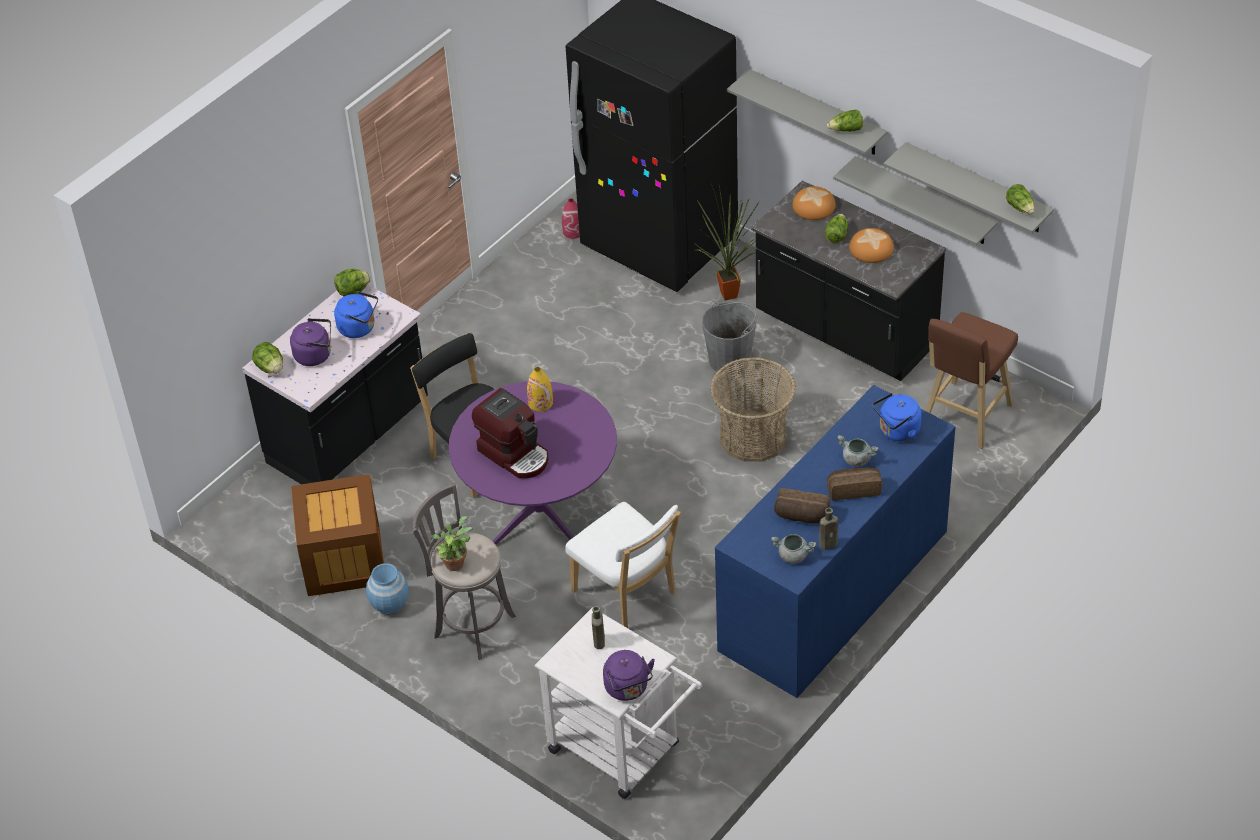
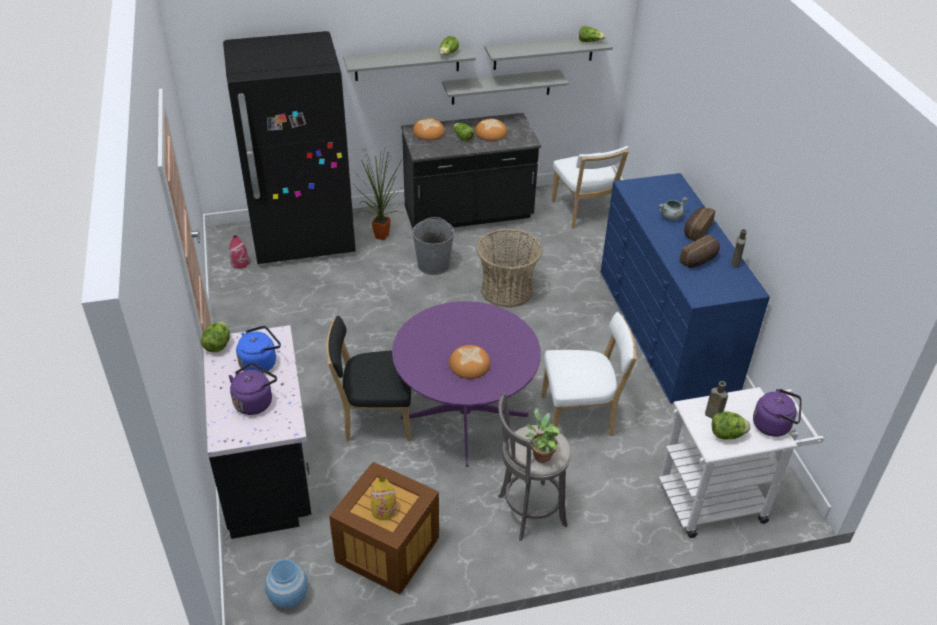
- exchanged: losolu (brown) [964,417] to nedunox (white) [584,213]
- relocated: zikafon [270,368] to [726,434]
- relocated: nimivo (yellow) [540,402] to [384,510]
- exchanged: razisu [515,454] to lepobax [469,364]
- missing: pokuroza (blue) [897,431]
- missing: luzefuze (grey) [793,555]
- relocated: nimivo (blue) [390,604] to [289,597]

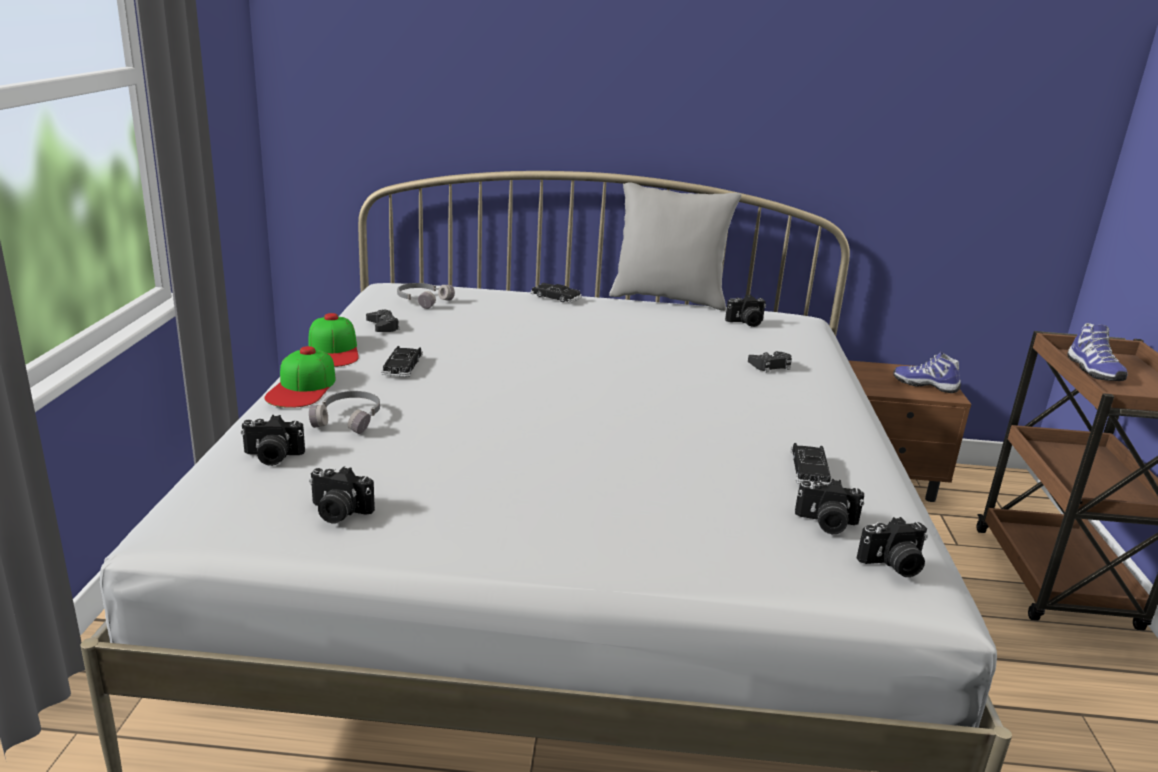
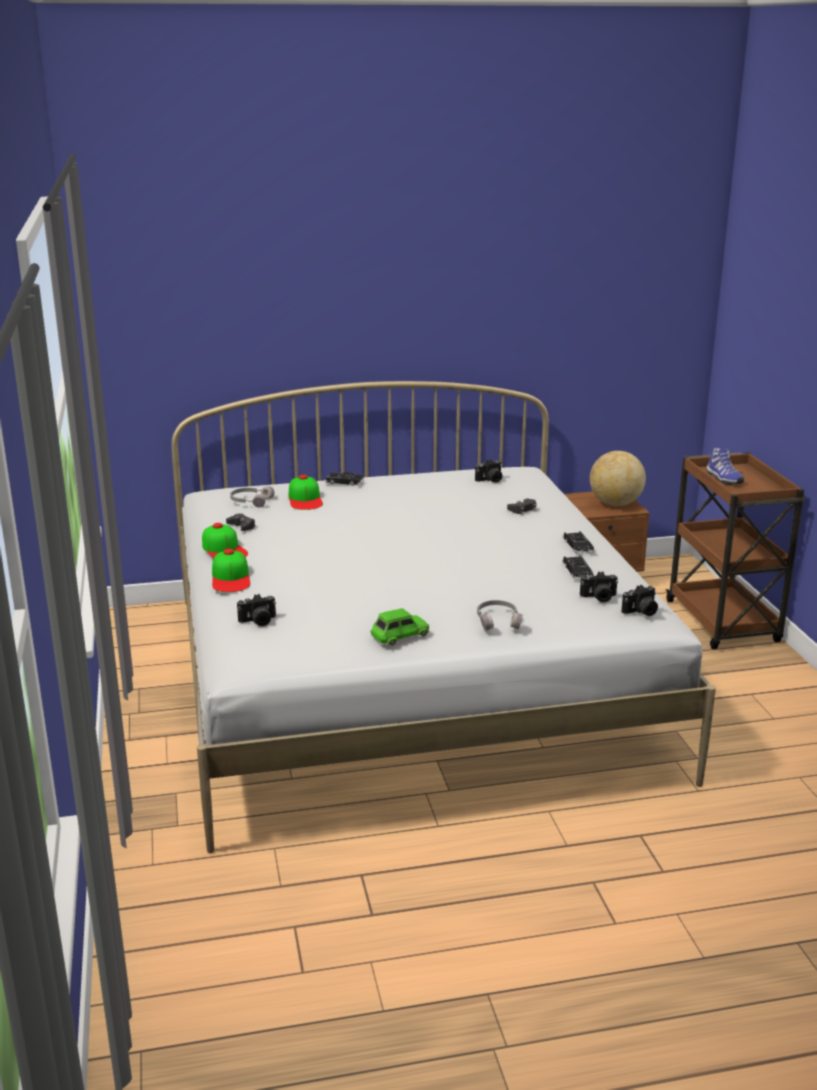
- missing: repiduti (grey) [668,299]
- relocated: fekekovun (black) [402,366] to [578,546]
- exchanged: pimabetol [925,385] to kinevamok [615,504]
- relocated: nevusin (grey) [349,419] to [498,621]
- missing: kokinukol [338,512]
- appeared: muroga [305,499]
- appeared: fekekovun (green) [399,635]

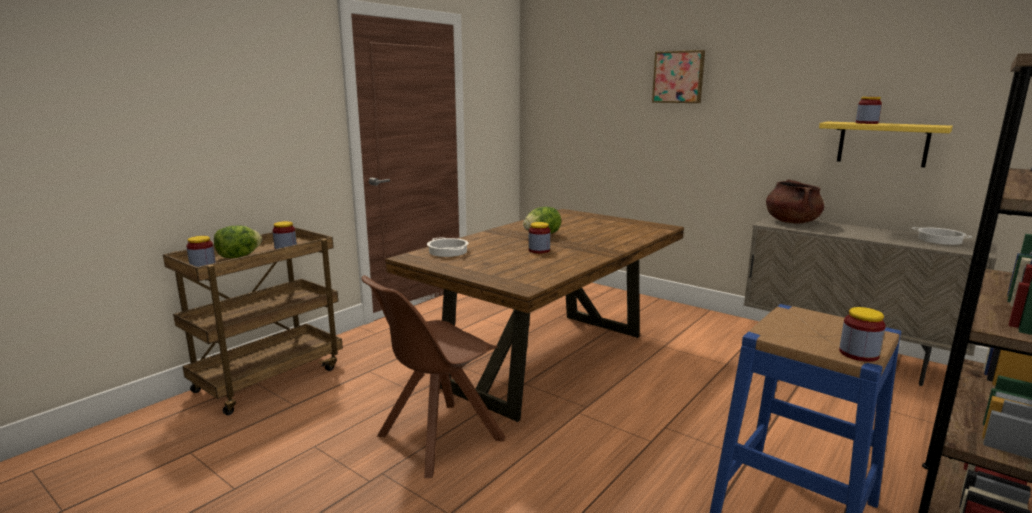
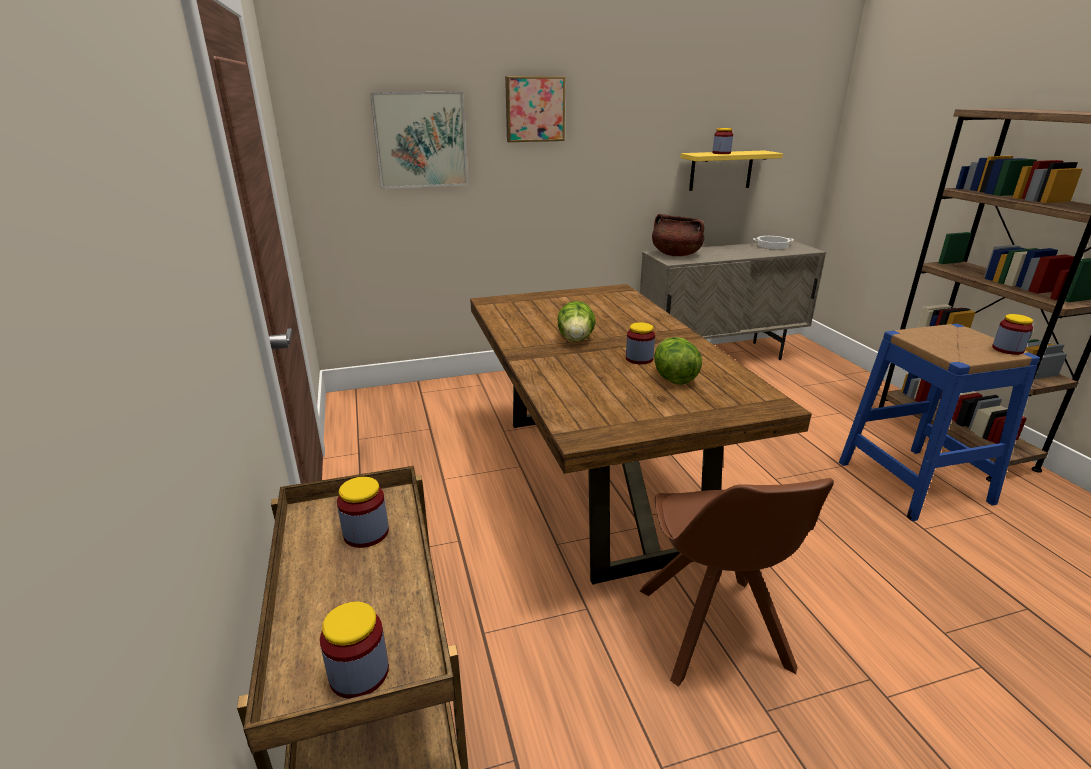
- relocated: zikafon [239,256] to [674,378]
- missing: luzefuze [448,251]
- appeared: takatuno [421,140]

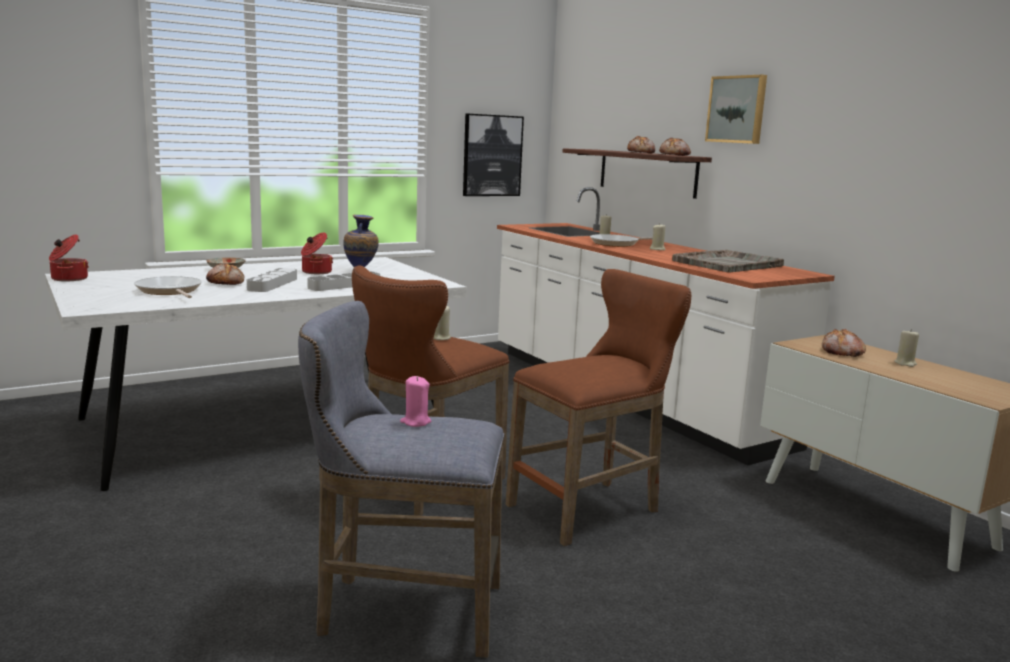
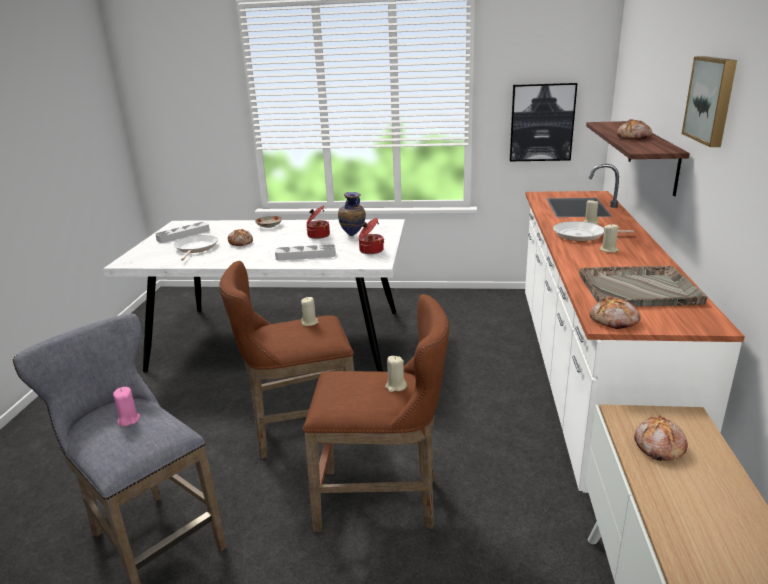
- relocated: lepobax [675,155] to [614,321]
- relocated: luzefuze [68,279] to [370,250]
- relocated: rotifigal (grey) [273,284] to [183,235]
- relocated: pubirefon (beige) [905,363] to [395,386]

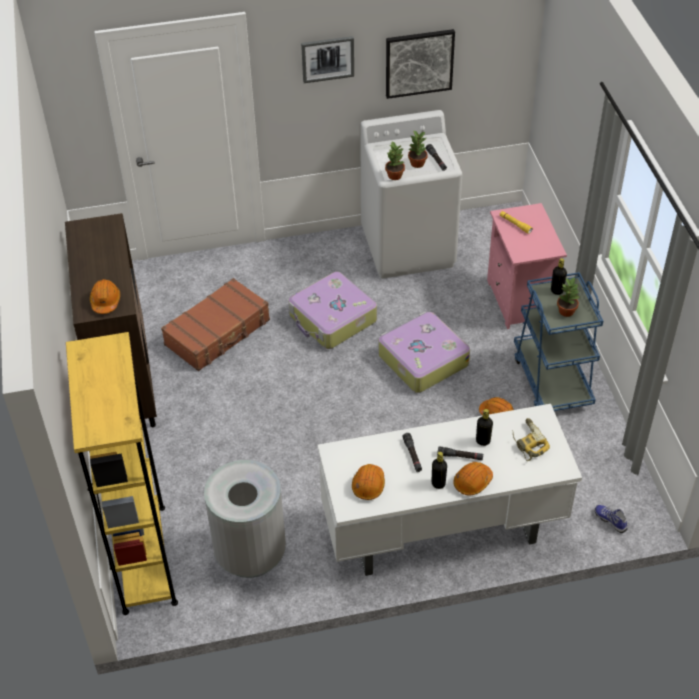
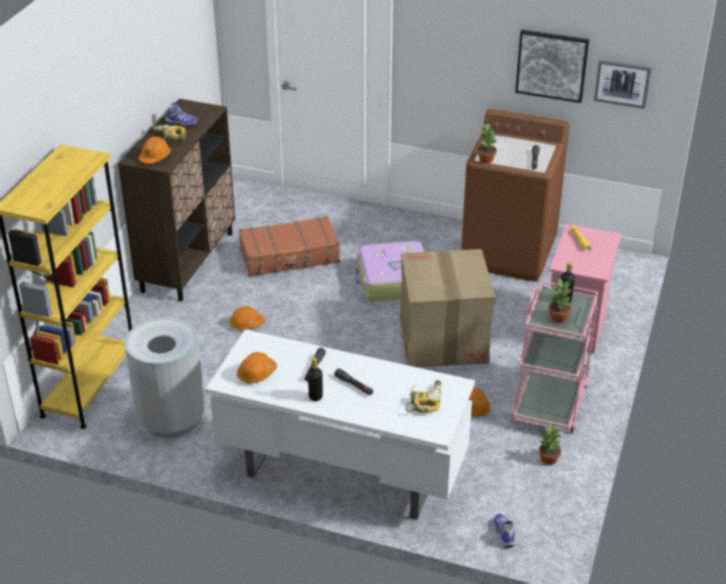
- relocated: takatuno [327,58] to [622,83]
- colour: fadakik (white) [408,247] to fadakik (brown) [509,253]
- relocated: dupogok [417,163] to [548,459]
- colour: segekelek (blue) [552,379] to segekelek (pink) [550,401]
- exchanged: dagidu [422,360] to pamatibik [443,340]
- missing: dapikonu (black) [483,441]
- relocated: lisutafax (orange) [472,482] to [246,324]
- appeared: pimabetol [182,123]
- appeared: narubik [167,137]

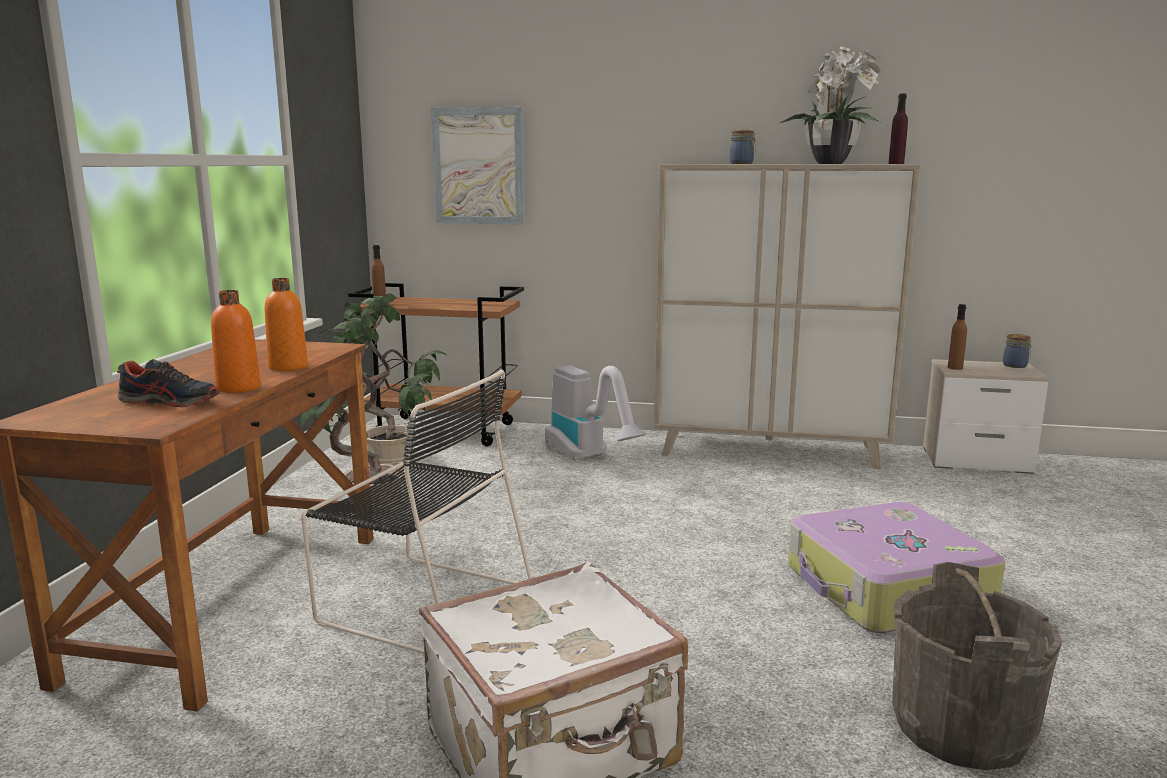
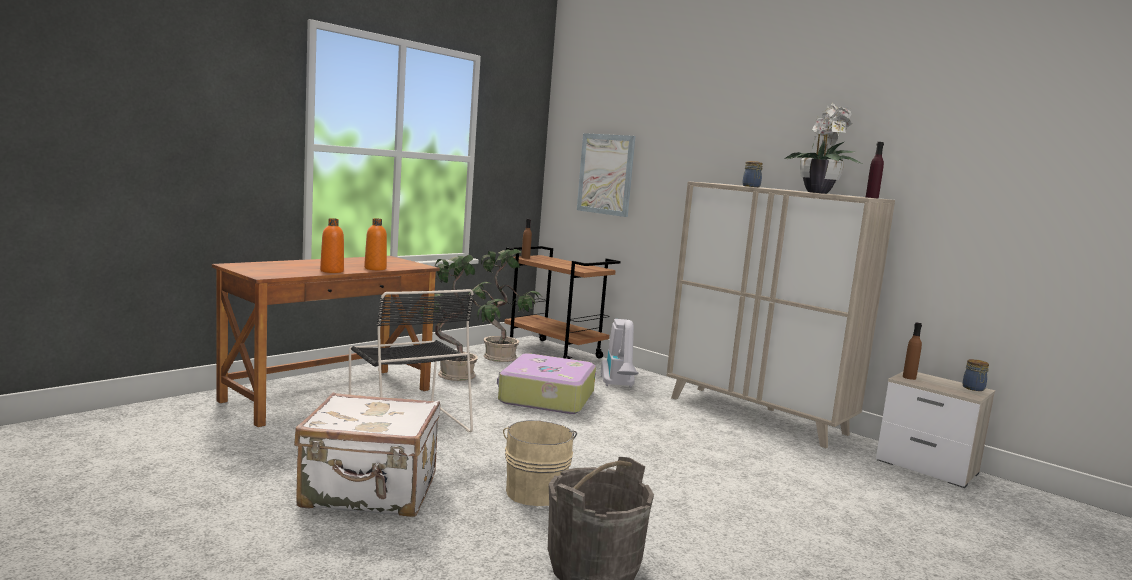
- missing: pimabetol [170,402]
- relocated: dagidu [886,589] to [545,397]
- appeared: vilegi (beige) [536,491]

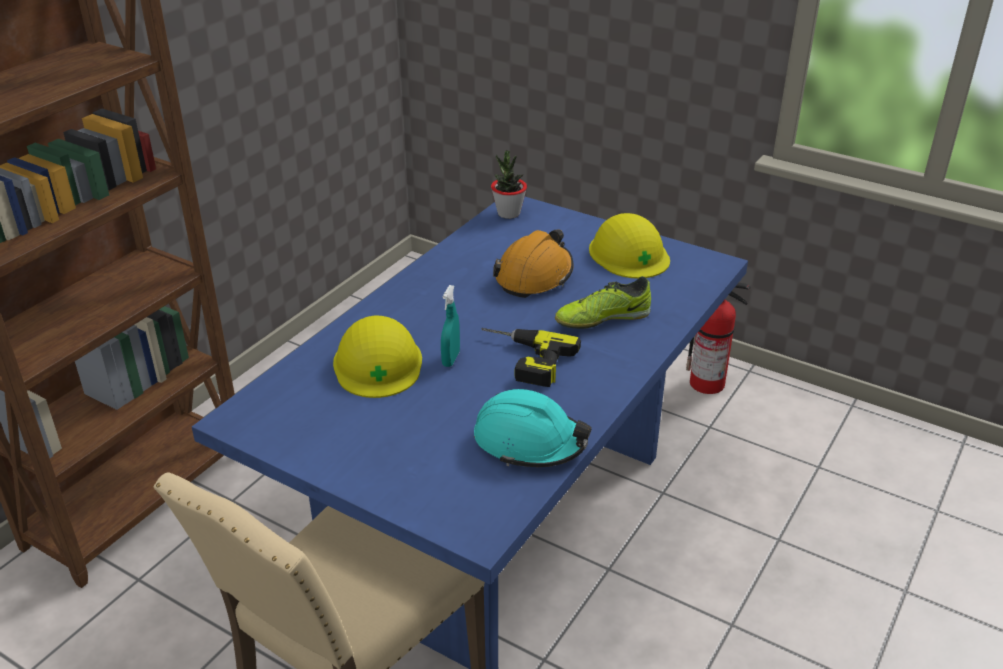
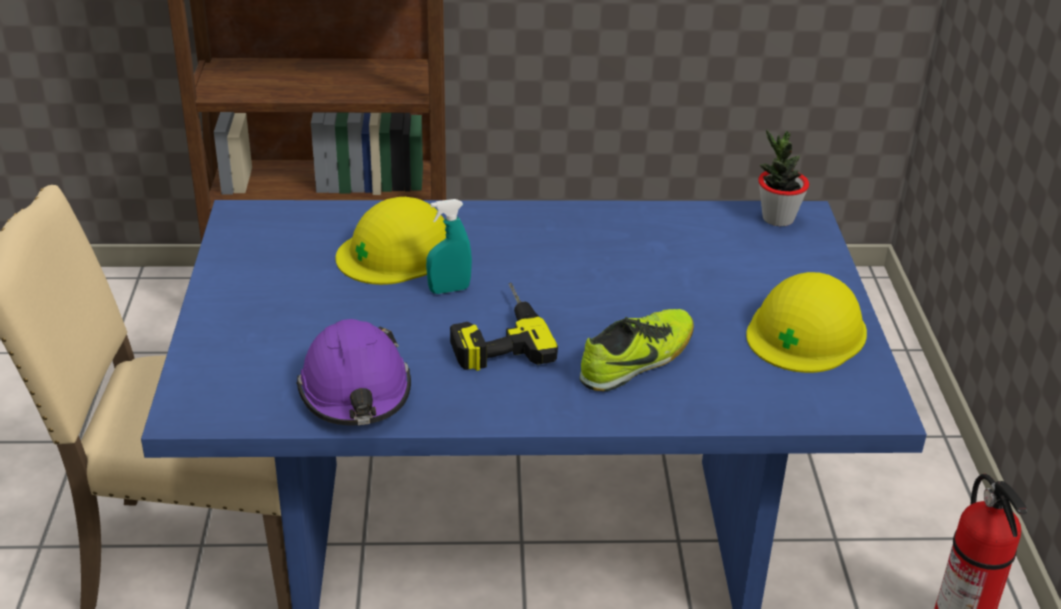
- missing: lisutafax (orange) [534,276]
- spun: pimabetol [602,319] = [638,360] 105 degrees clockwise
- colour: lisutafax (turquoise) [529,442] to lisutafax (purple) [355,391]

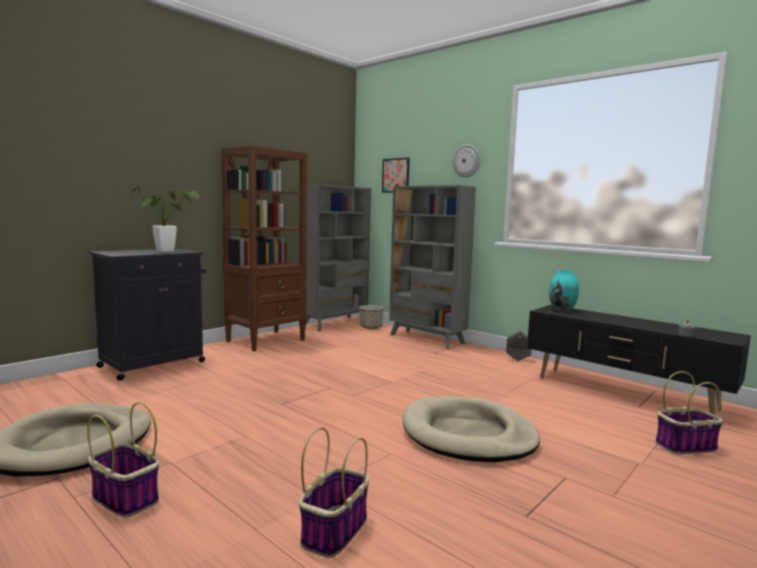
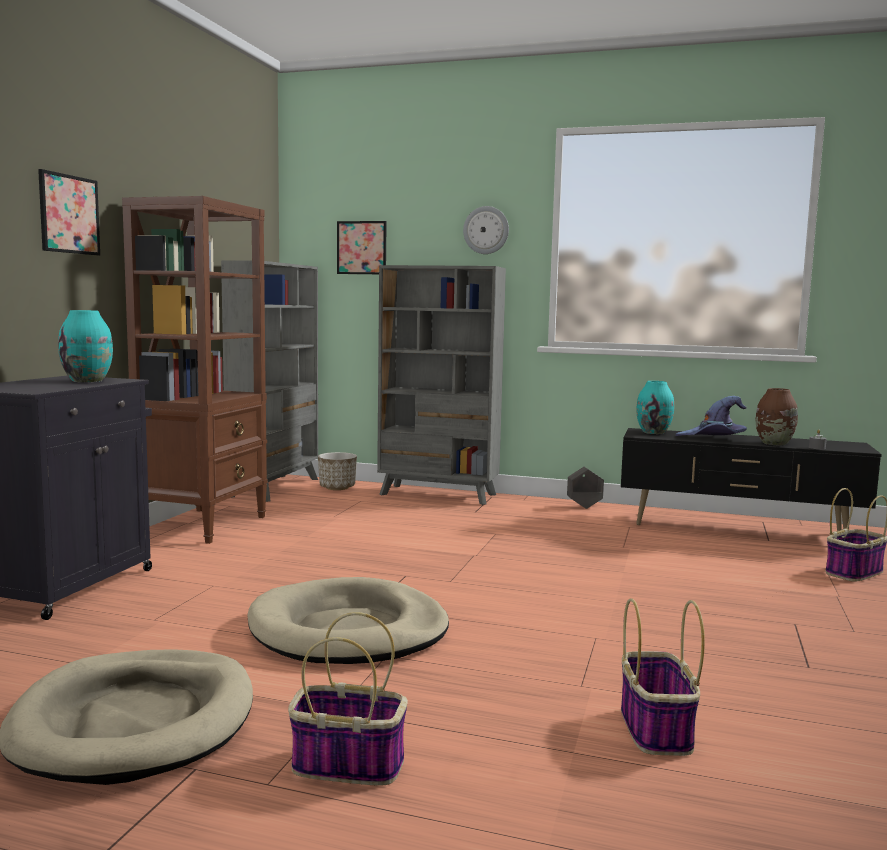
- exchanged: dupogok [169,251] to nimivo (turquoise) [88,381]
- relocated: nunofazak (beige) [468,435] to [348,630]
- appeared: takatuno [69,214]
- appeared: nimivo (brown) [774,443]
- appeared: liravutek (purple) [713,438]

